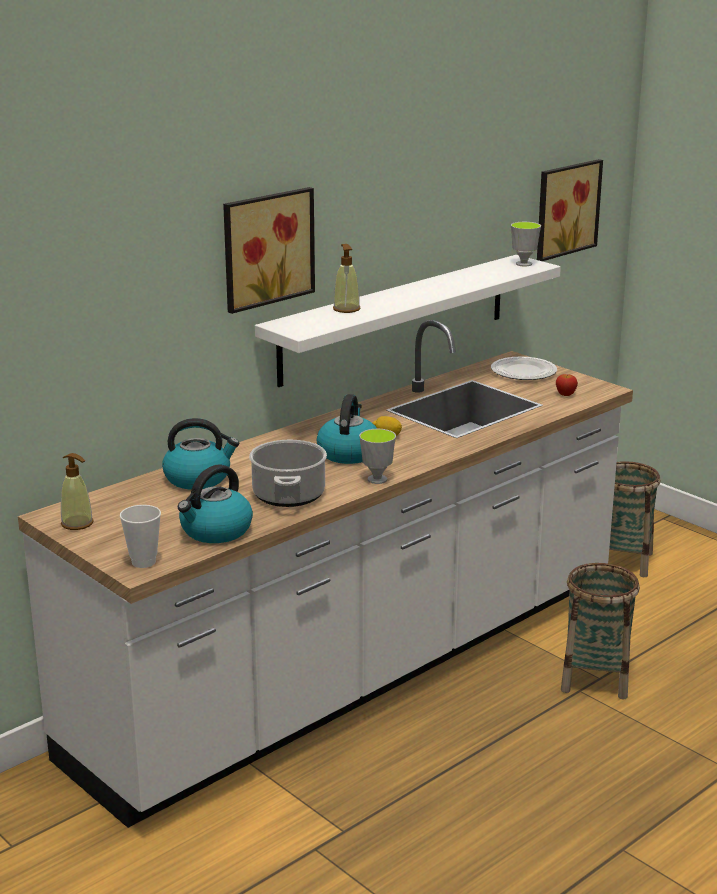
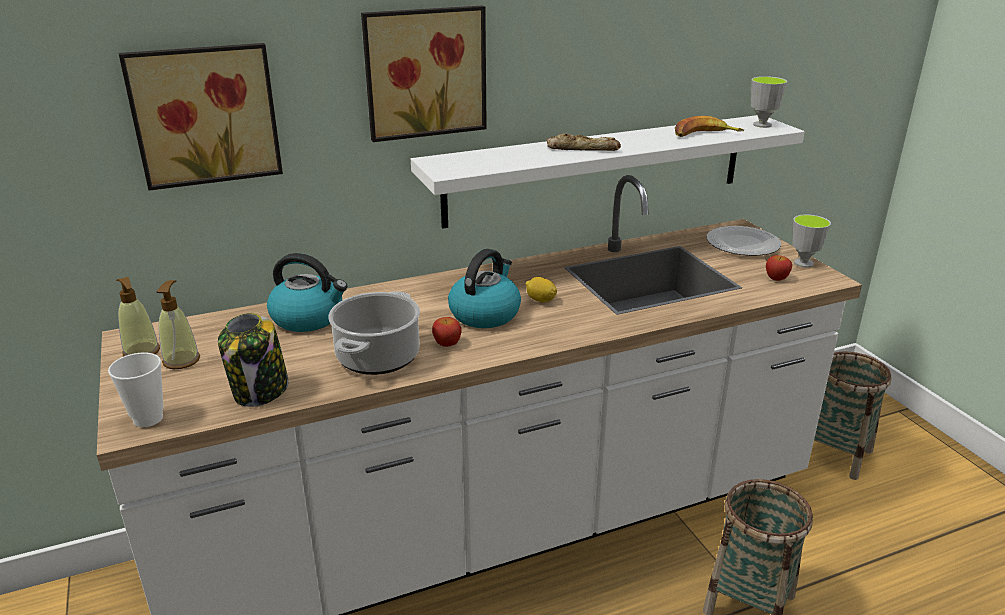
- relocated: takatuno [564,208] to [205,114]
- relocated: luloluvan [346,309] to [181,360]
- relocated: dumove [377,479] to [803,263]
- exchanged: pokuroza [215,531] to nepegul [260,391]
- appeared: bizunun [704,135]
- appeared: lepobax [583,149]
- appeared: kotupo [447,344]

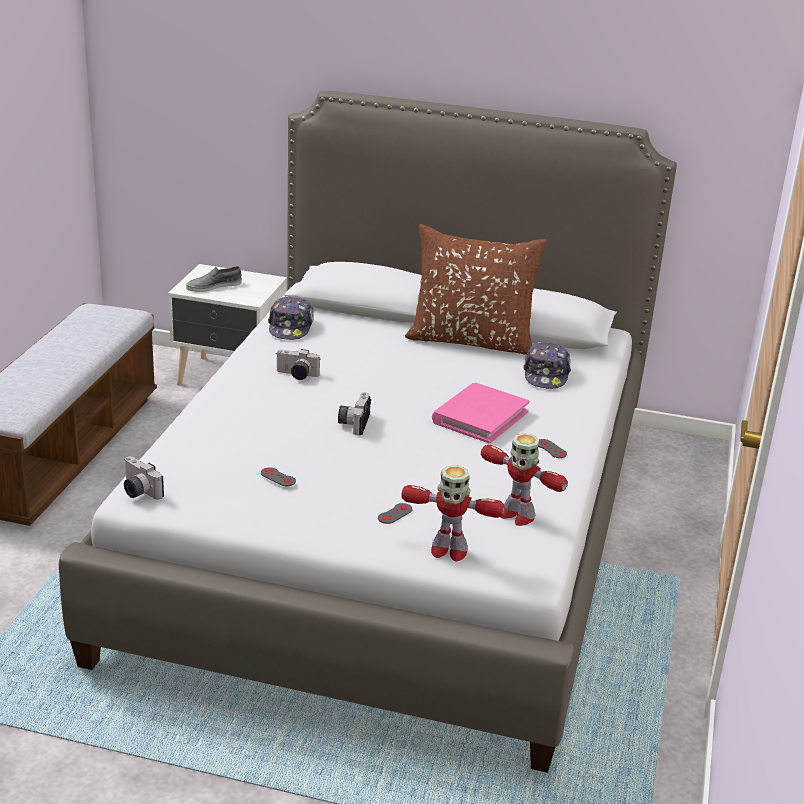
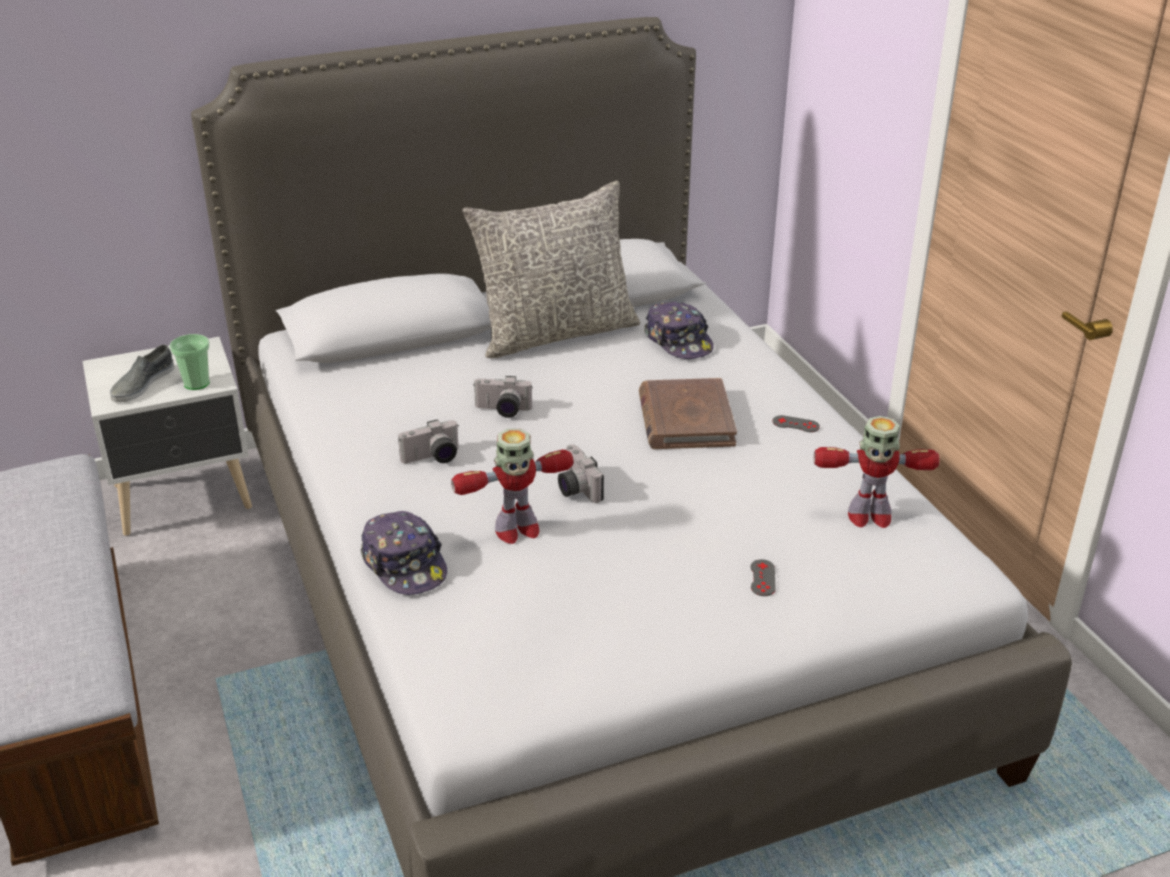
- colour: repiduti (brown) [471,340] to repiduti (grey) [555,332]
- relocated: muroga [291,327] to [405,564]
- colour: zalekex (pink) [480,417] to zalekex (brown) [685,419]
- relocated: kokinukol [138,491] to [502,411]
- relocated: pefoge [448,550] to [516,530]
- missing: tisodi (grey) [278,477]
- appeared: dumove [196,383]

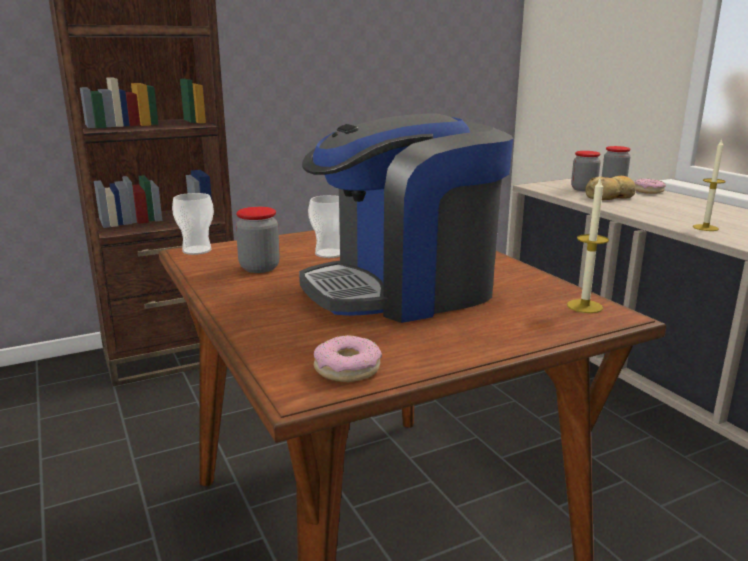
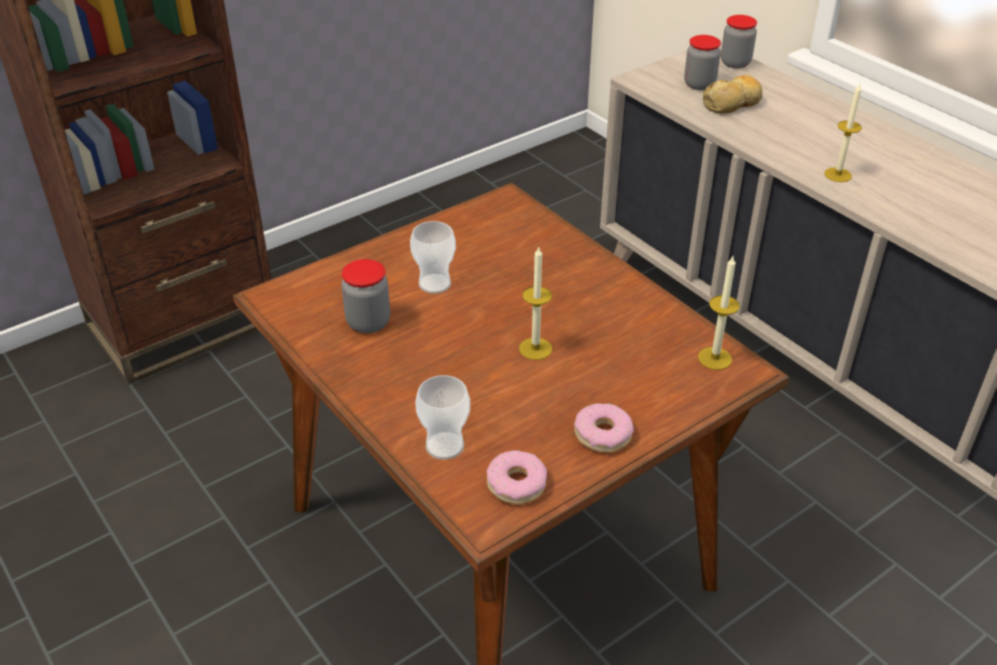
- exchanged: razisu [404,290] to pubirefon [535,349]
- relocated: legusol [647,191] to [602,435]
- relocated: dumove [197,250] to [444,446]

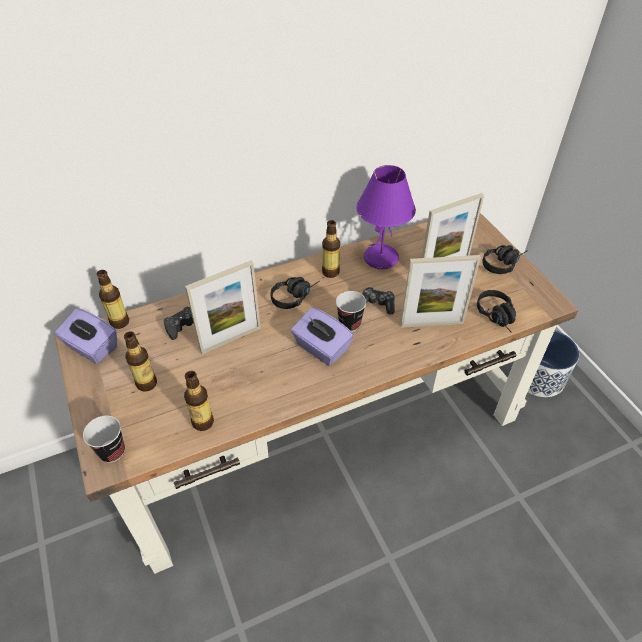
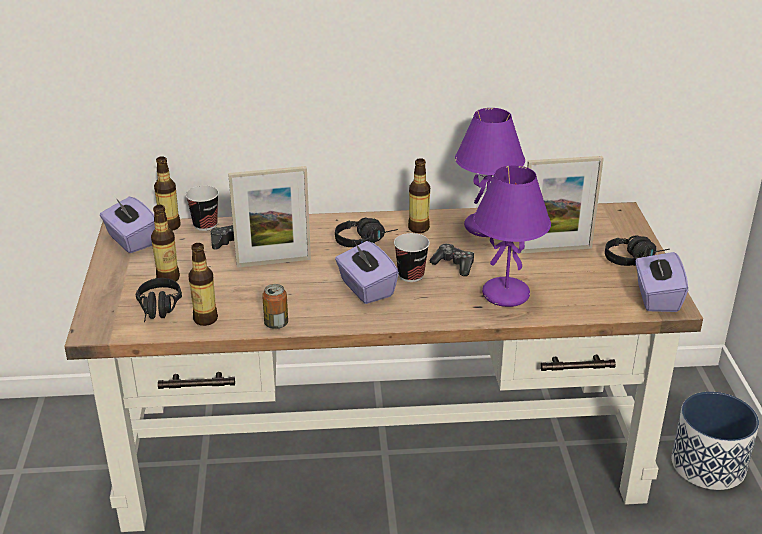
- exchanged: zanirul [431,324] to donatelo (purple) [506,294]
- relocated: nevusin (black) [498,317] to [159,311]
- relocated: dumove [112,451] to [205,225]
- appeared: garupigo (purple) [656,297]
- appeared: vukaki [276,324]

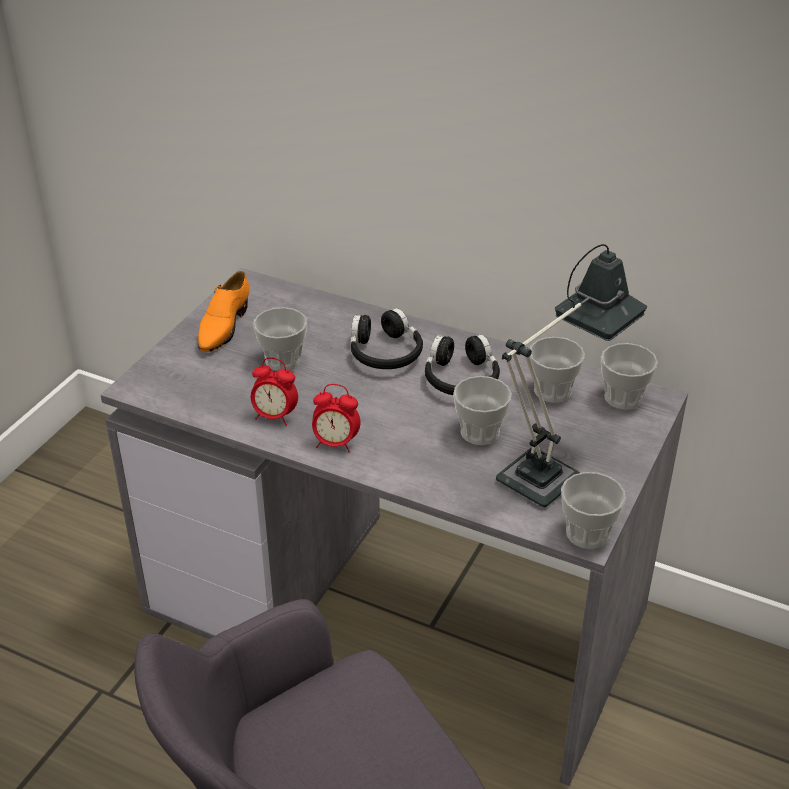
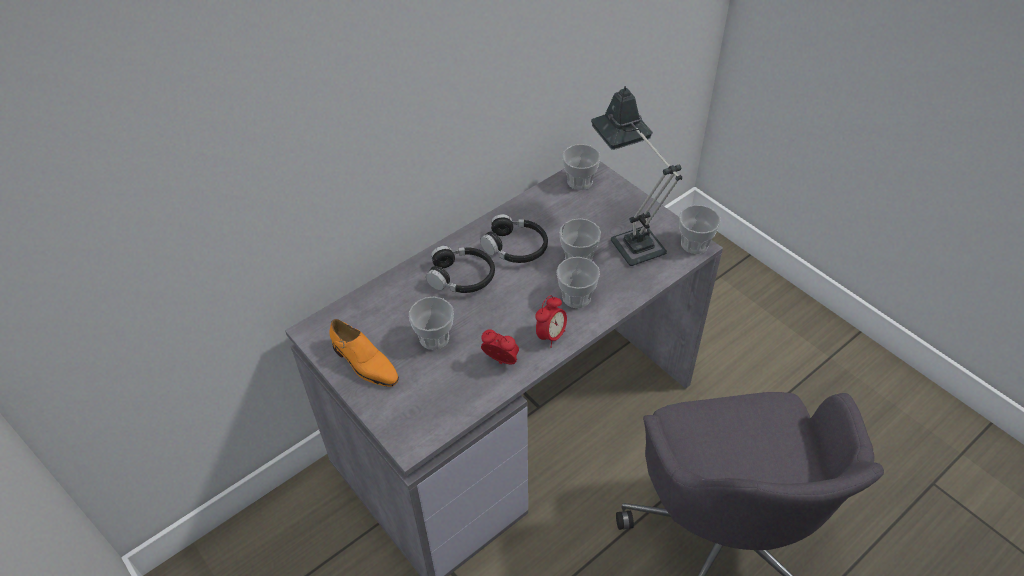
- relocated: dumove [552,391] to [576,297]
- spun: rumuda [275,416] = [501,362] 105 degrees counterclockwise

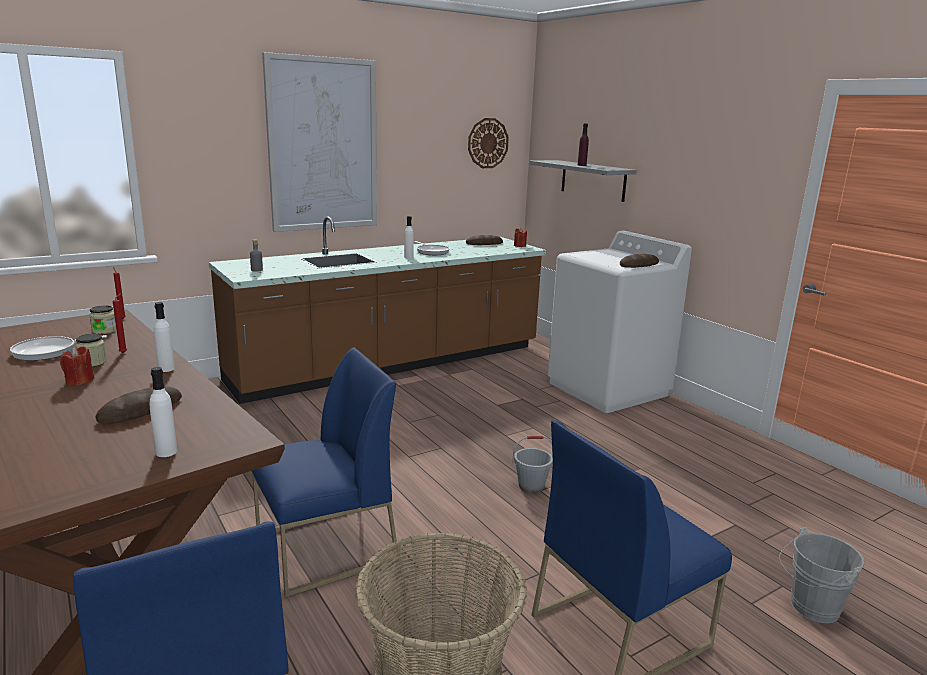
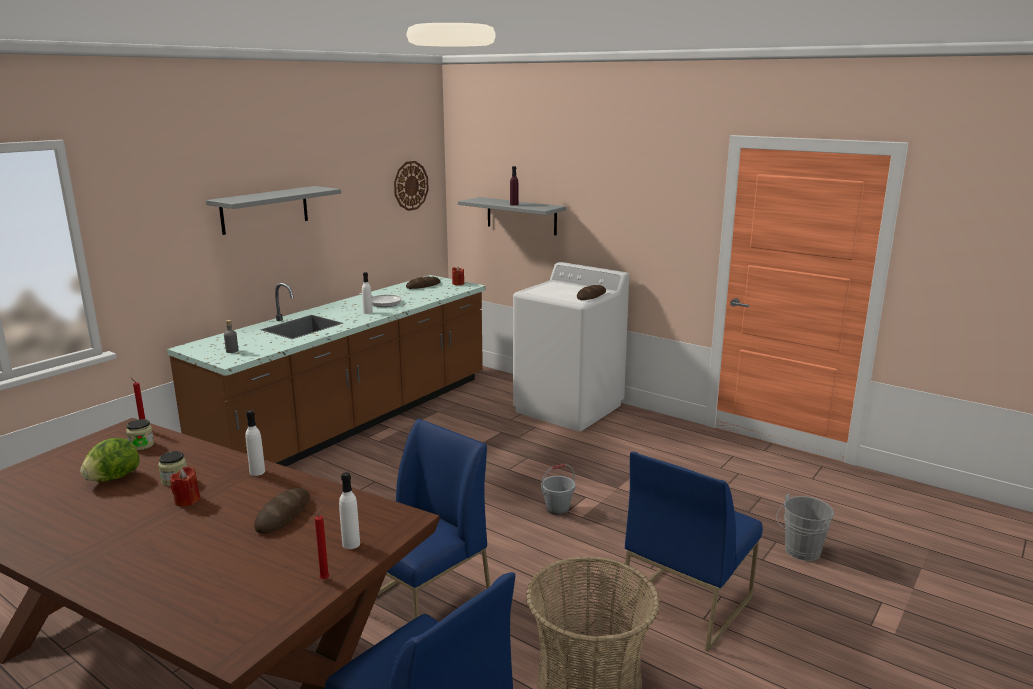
- exchanged: takatuno [323,145] to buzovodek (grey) [265,210]
- relocated: pubirefon (red) [124,352] to [325,578]
- exchanged: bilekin [49,352] to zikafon [113,478]

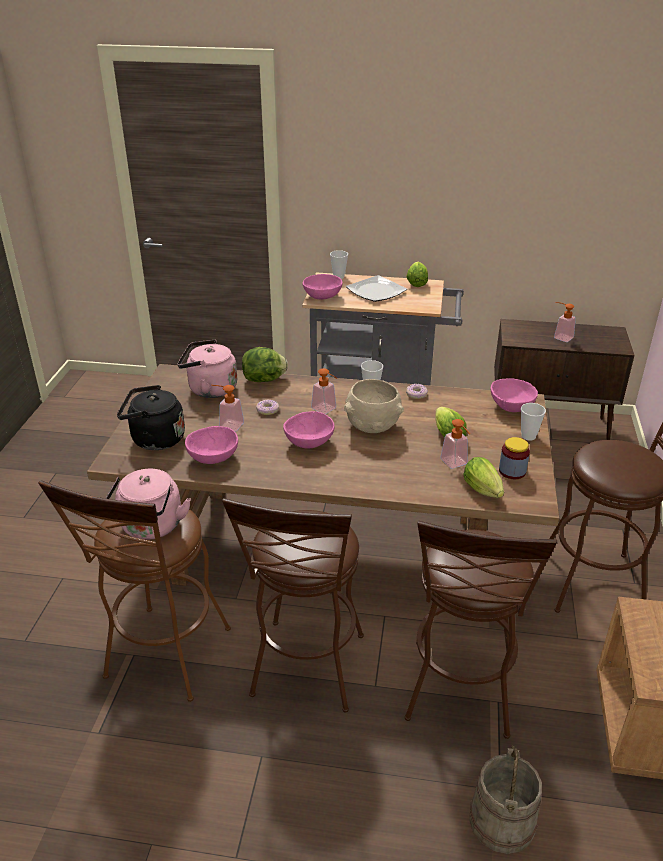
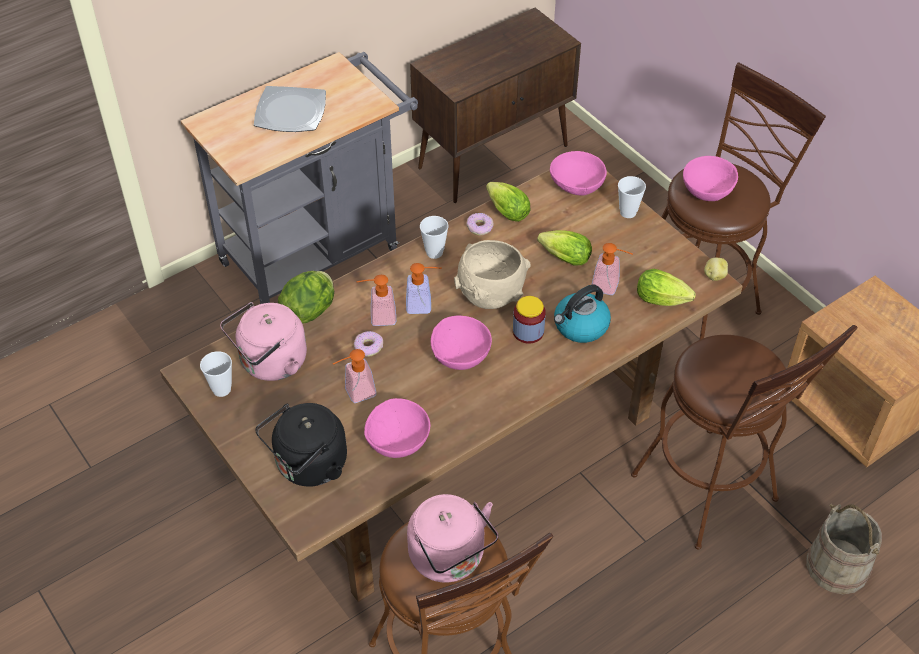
- relocated: dumove [338,277] to [221,389]
- relocated: zikafon [416,283] to [505,211]
- relocated: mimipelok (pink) [323,297] to [707,191]
- relocated: luloluvan [560,337] to [377,317]
- relocated: nepegul [512,471] to [528,332]
- missing: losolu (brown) [306,673]
- appeared: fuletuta [714,276]
- appeared: pokuroza [580,326]

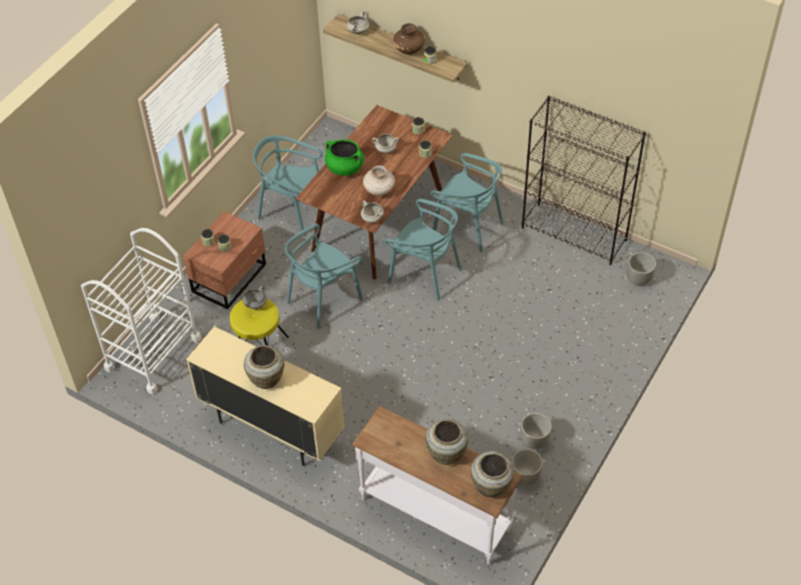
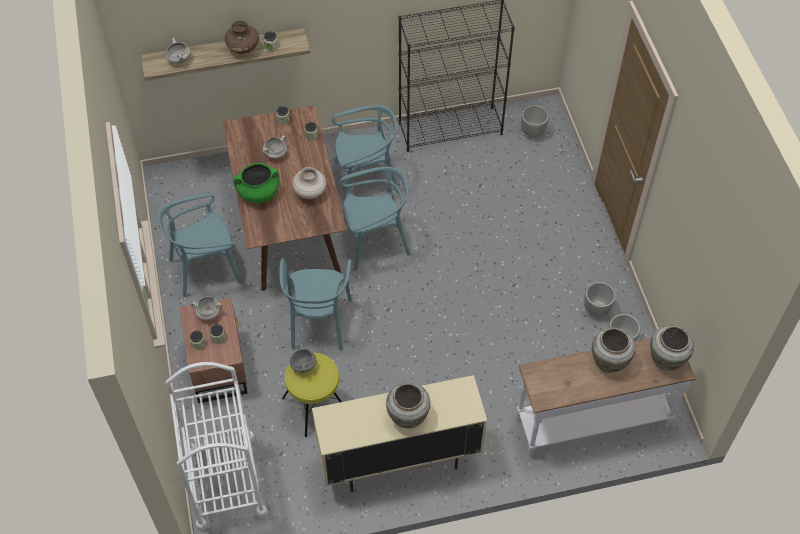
- relocated: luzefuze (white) [372,219] to [208,313]

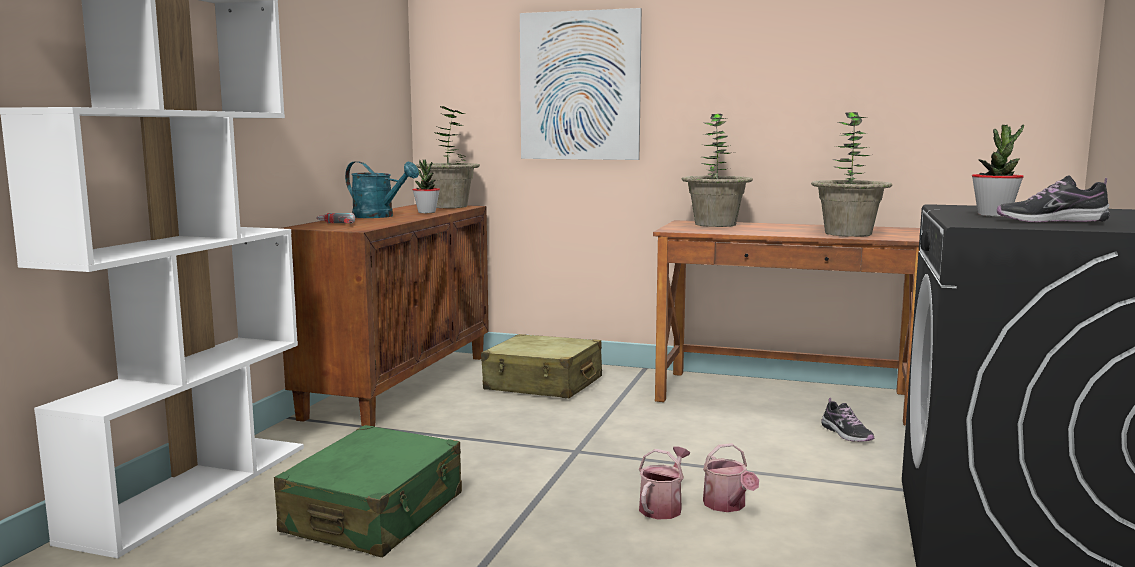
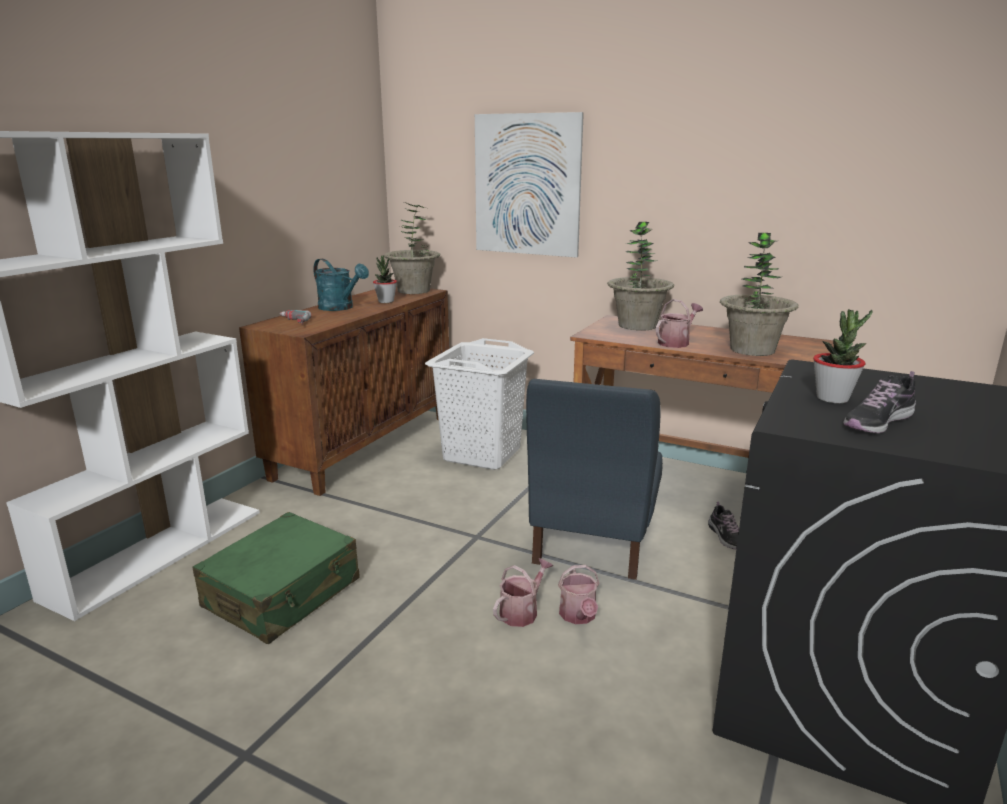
- spun: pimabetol [1050,221] = [877,422] 60 degrees counterclockwise
- exchanged: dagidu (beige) [543,384] to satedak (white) [482,454]
- appeared: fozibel [676,342]
- appeared: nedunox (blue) [592,541]

